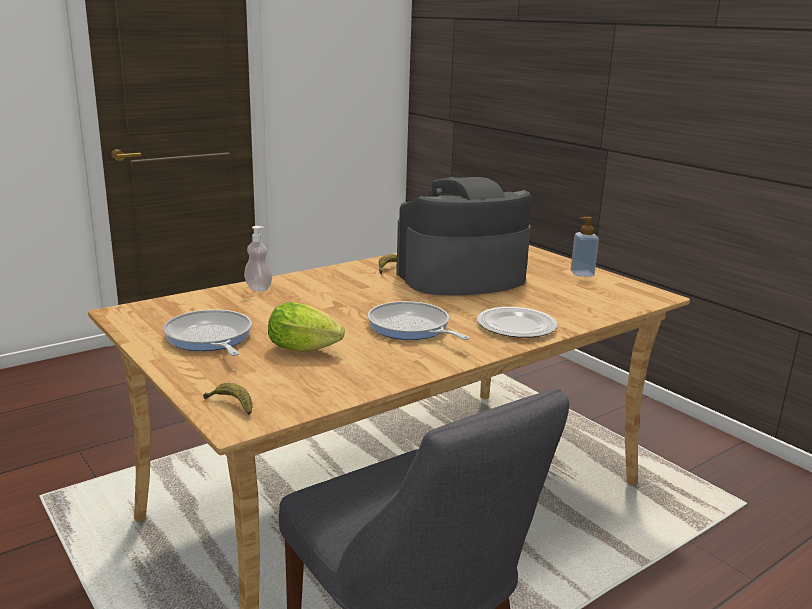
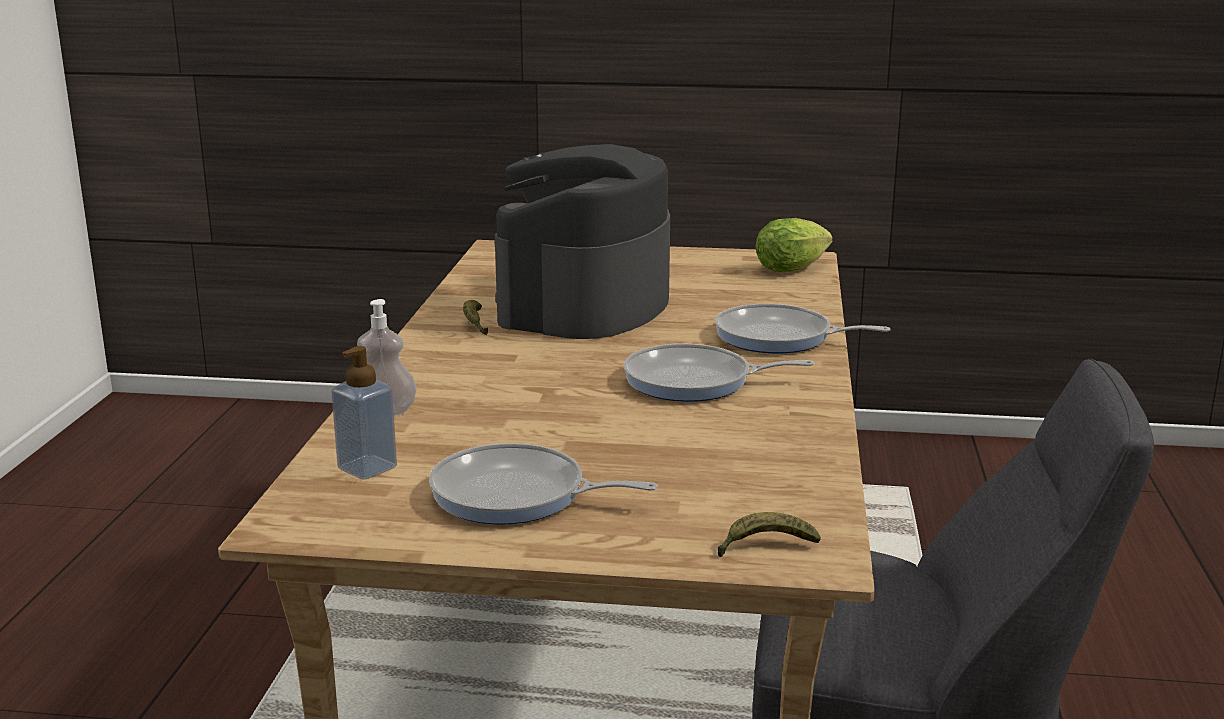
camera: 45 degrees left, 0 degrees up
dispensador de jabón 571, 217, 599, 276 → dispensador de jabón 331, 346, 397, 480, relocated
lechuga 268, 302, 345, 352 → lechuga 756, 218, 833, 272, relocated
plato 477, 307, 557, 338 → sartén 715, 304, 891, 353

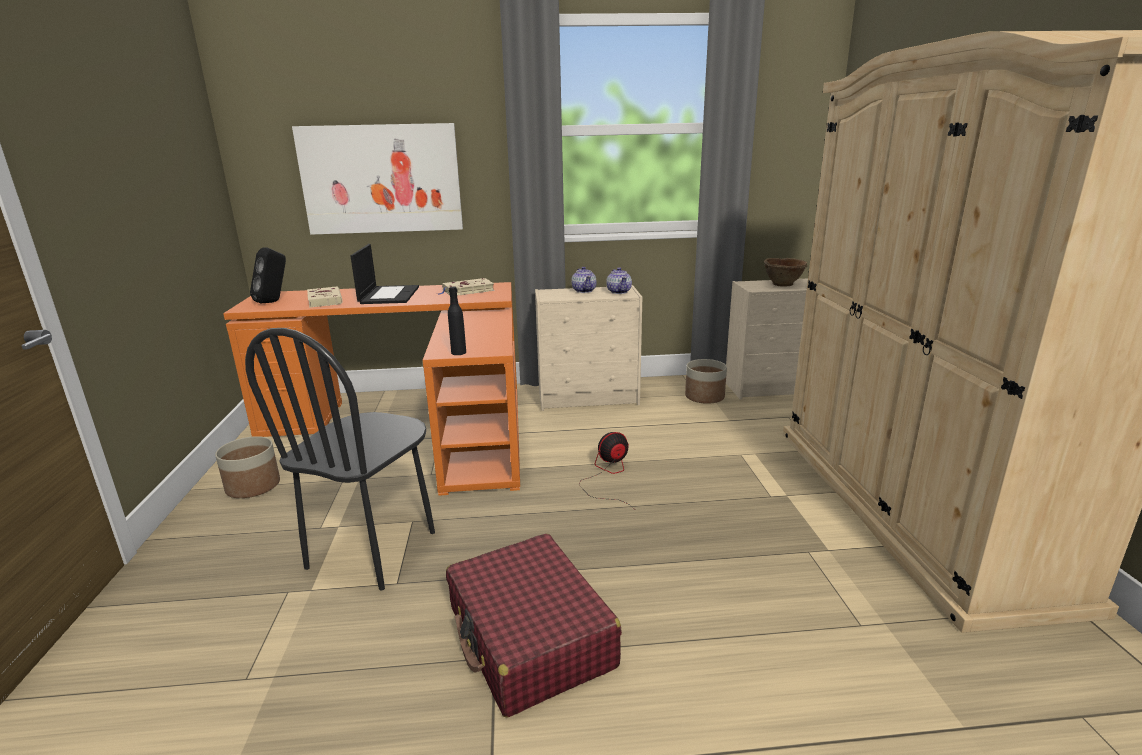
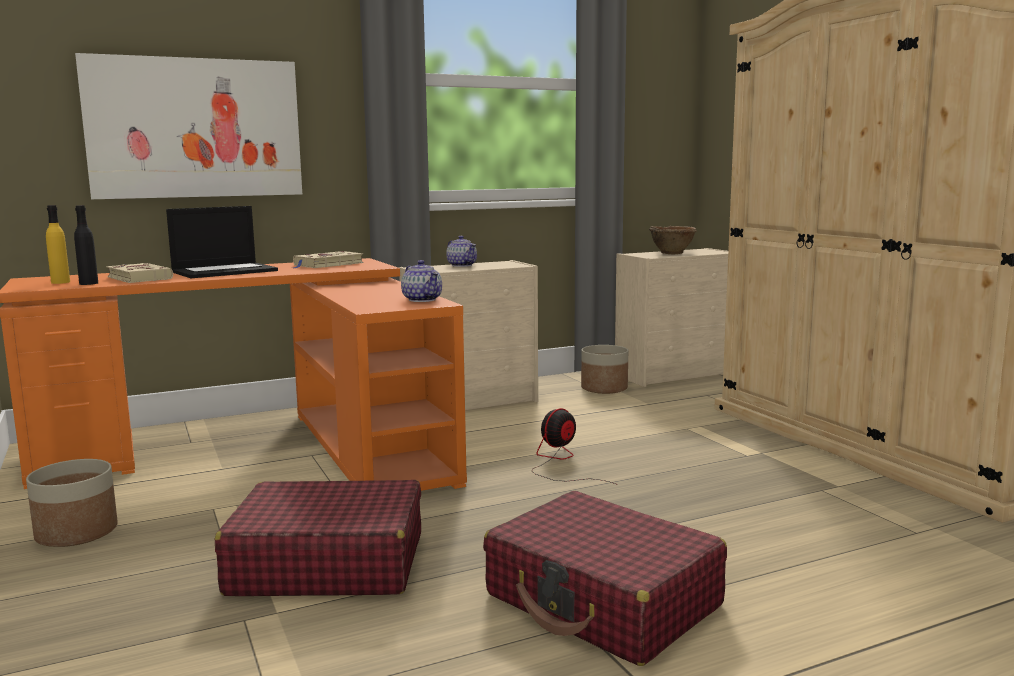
camera: 20 degrees left, 10 degrees down
portátil 351, 244, 419, 304 → portátil 166, 206, 278, 278, 75 degrees clockwise
altavoz/negro 250, 247, 286, 304 → botella/amarillo 46, 205, 70, 284
tetera 606, 267, 632, 294 → tetera 401, 260, 442, 302, relocated
botella/negro 448, 287, 466, 355 → botella/negro 74, 205, 98, 285, relocated
silla/negro 245, 328, 435, 590 → maleta/rojo 215, 480, 421, 596

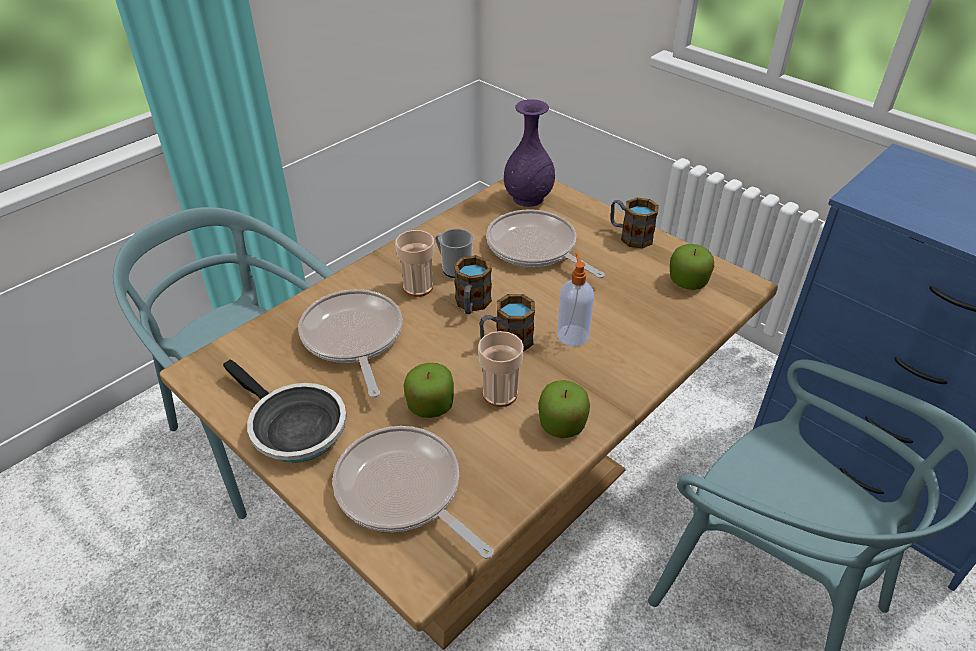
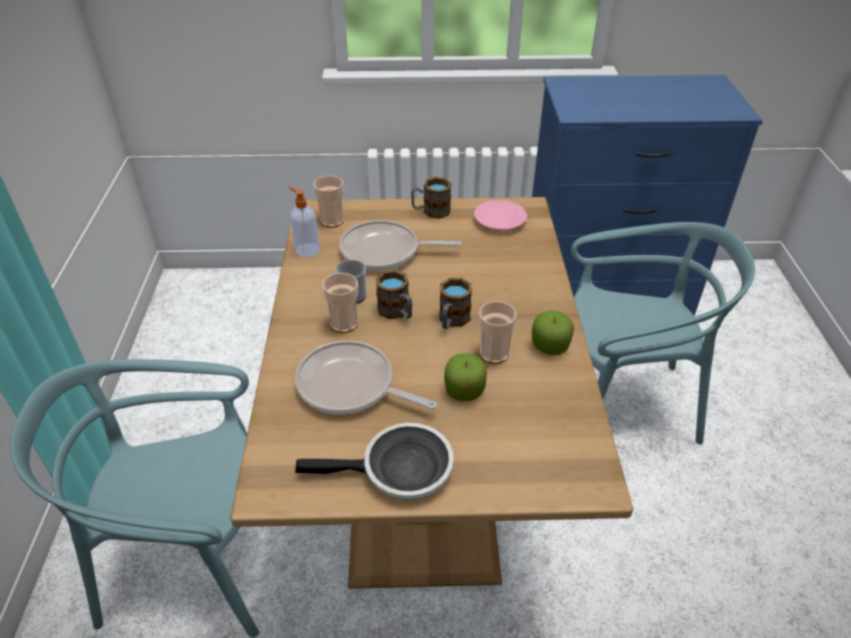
camera: 45 degrees left, 0 degrees up
florero/morado 504, 99, 555, 207 → taza 313, 176, 344, 228
manzana 670, 244, 714, 290 → plato/rosa 474, 200, 527, 230
dispensador de jabón 557, 252, 594, 346 → dispensador de jabón 289, 187, 320, 257, relocated
sartén 333, 426, 494, 559 → -

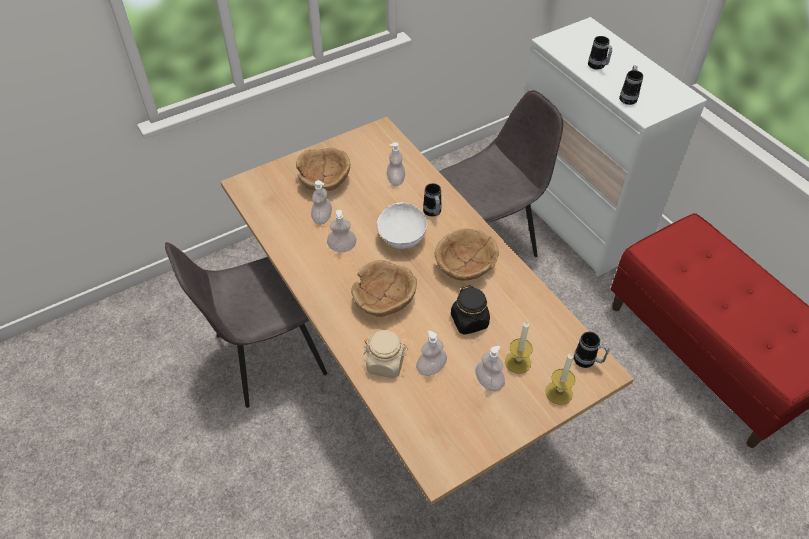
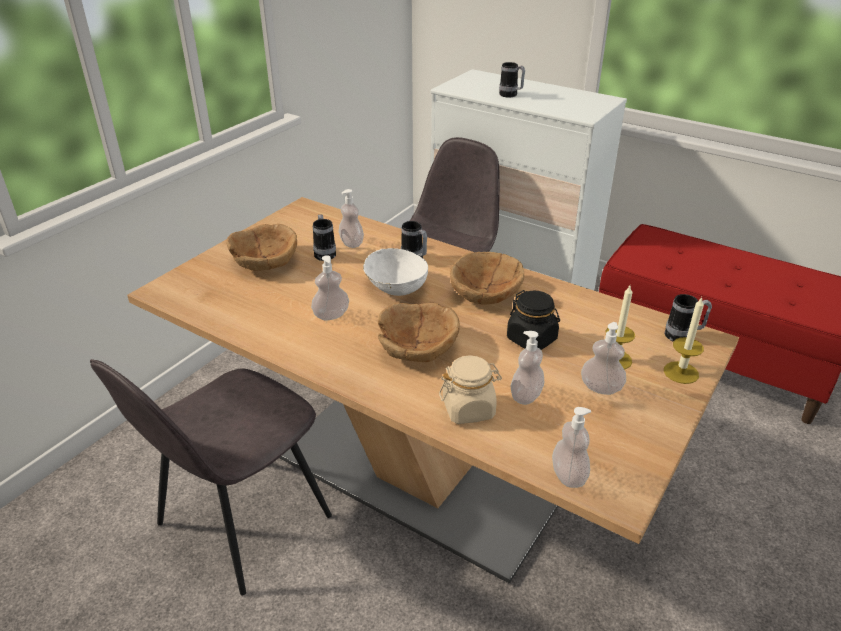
camera: 25 degrees left, 15 degrees down
taza grande 619, 65, 643, 105 → taza grande 313, 214, 336, 261, relocated
dispensador de jabón 311, 180, 332, 225 → dispensador de jabón 552, 407, 591, 488, relocated

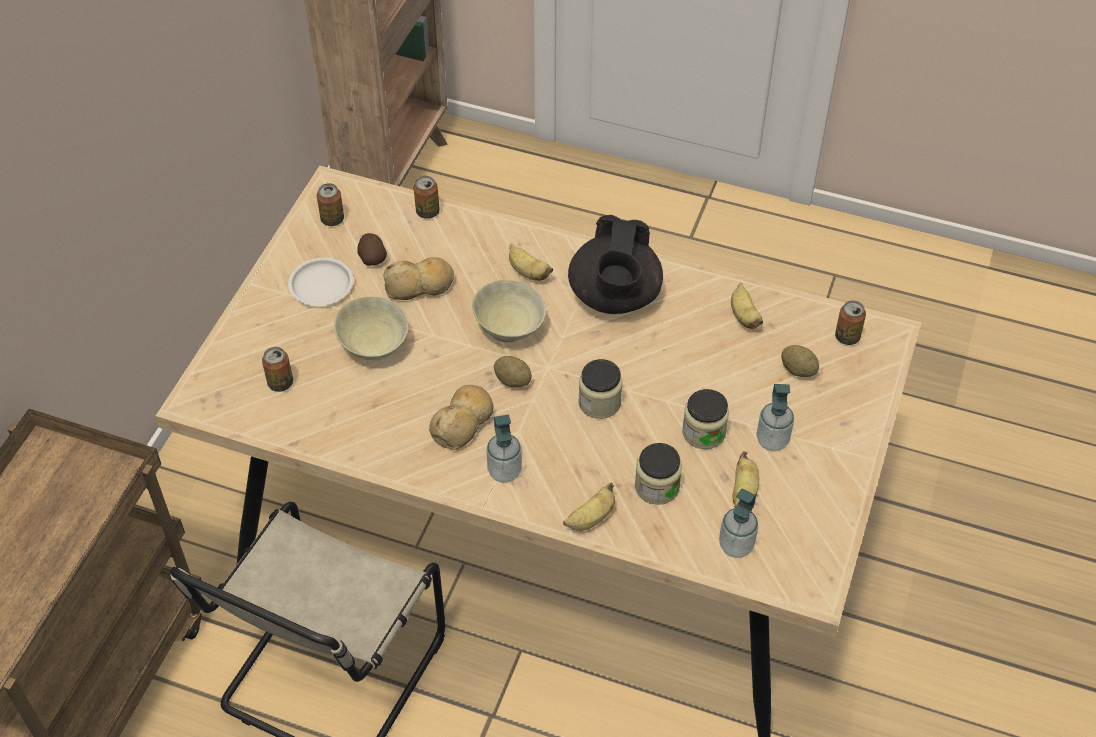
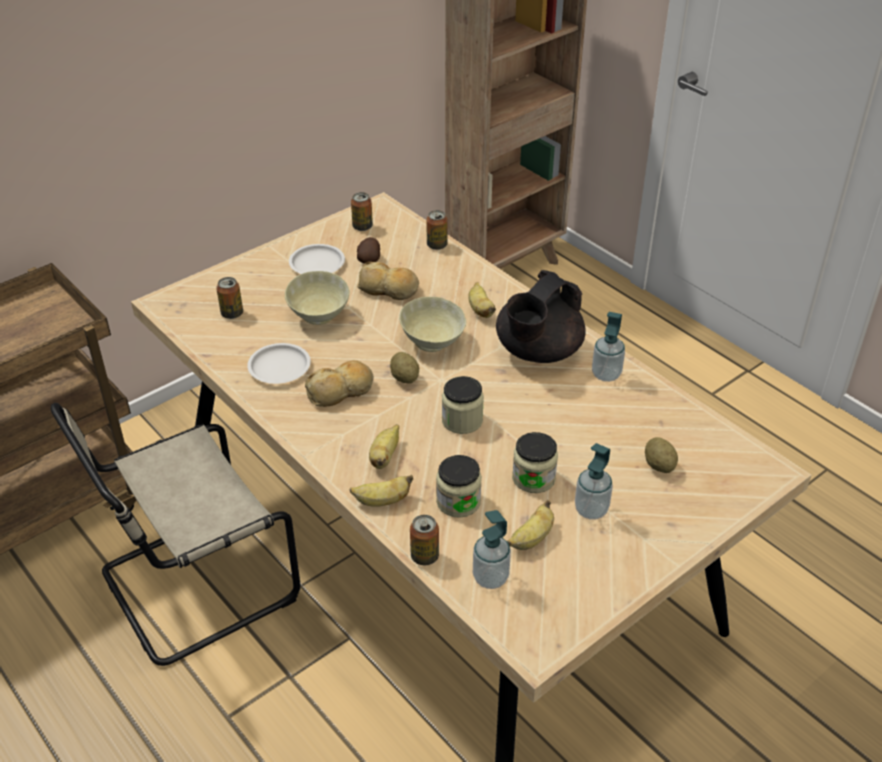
camera: 30 degrees right, 10 degrees down
plátano 731, 283, 763, 329 → plátano 369, 425, 399, 469, relocated
lata 835, 300, 866, 345 → lata 410, 515, 439, 565, relocated
dispensador de jabón 487, 415, 522, 483 → dispensador de jabón 592, 312, 625, 382, relocated
- → plato/blanco 247, 343, 311, 384

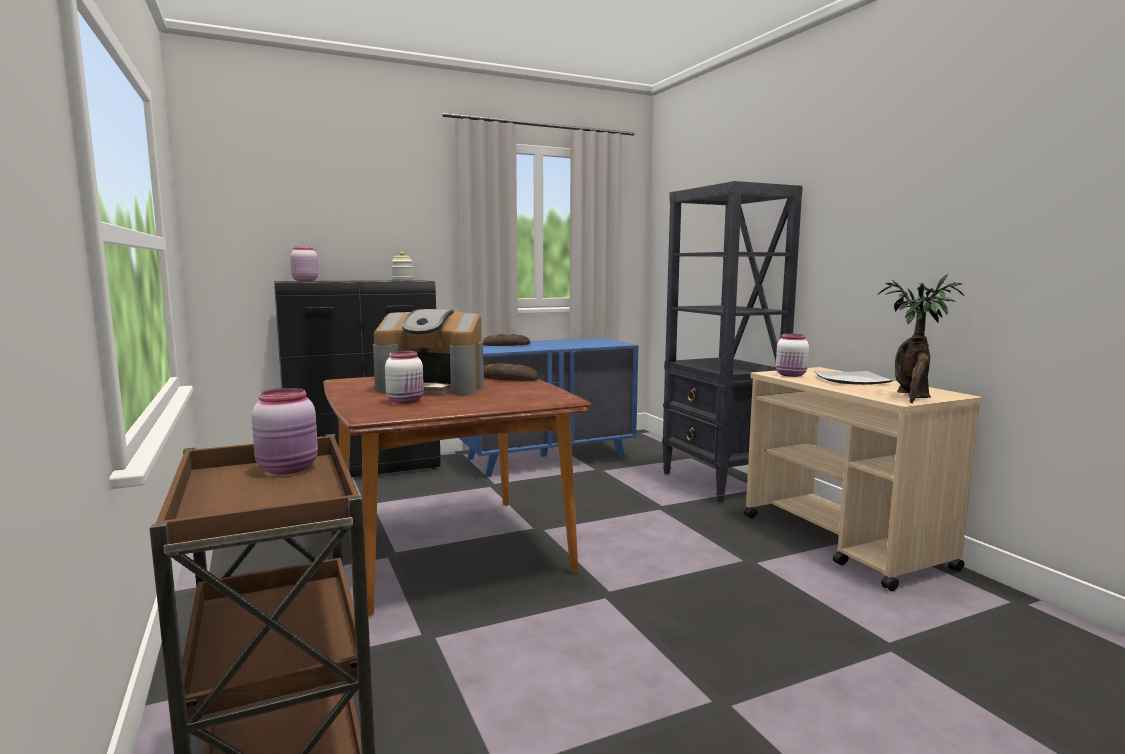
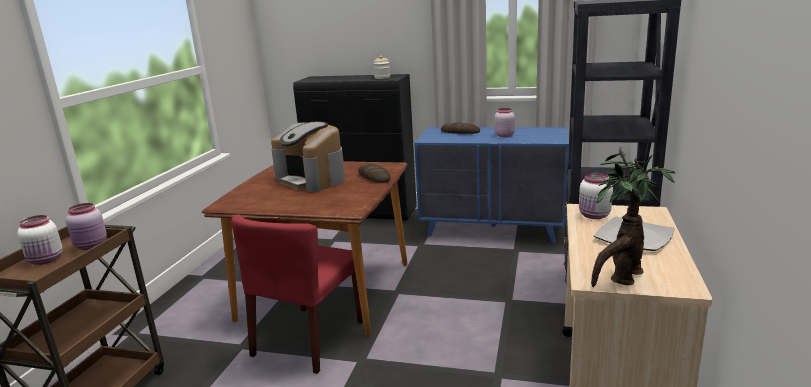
camera: 40 degrees right, 10 degrees up
tarro/rosa 290, 247, 318, 281 → tarro/rosa 495, 108, 515, 137, relocated
tarro/blanco 385, 351, 424, 404 → tarro/blanco 17, 215, 63, 265, relocated
- → silla/rojo 231, 214, 363, 374

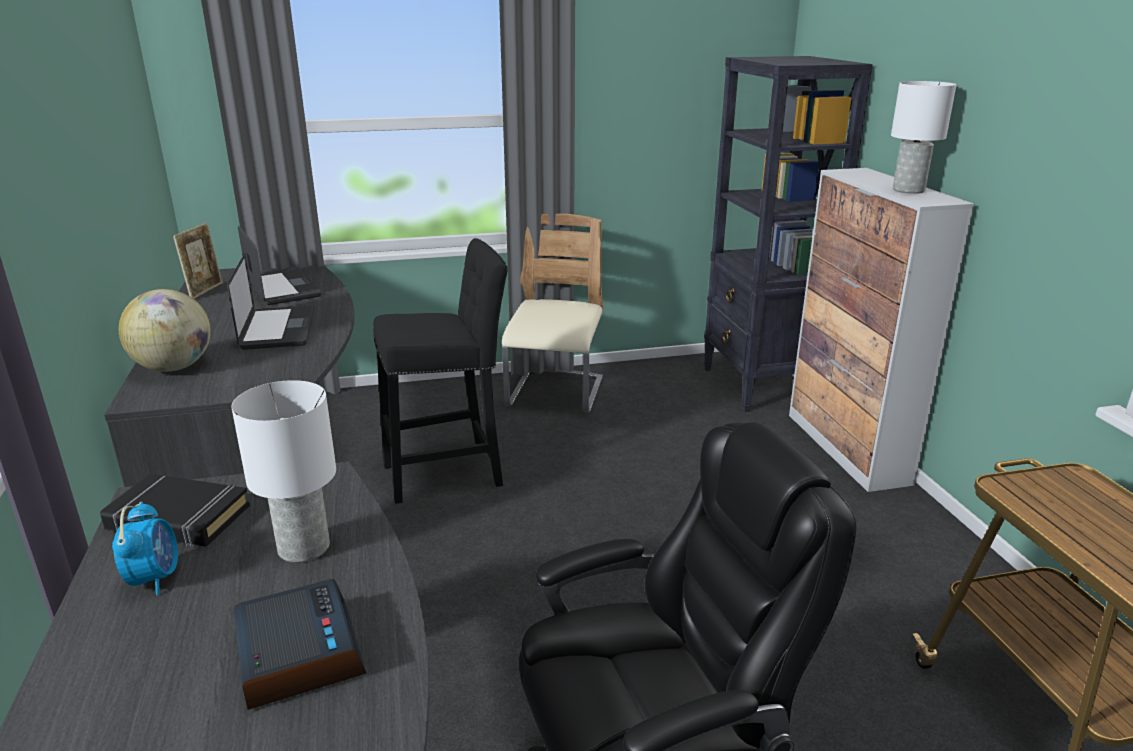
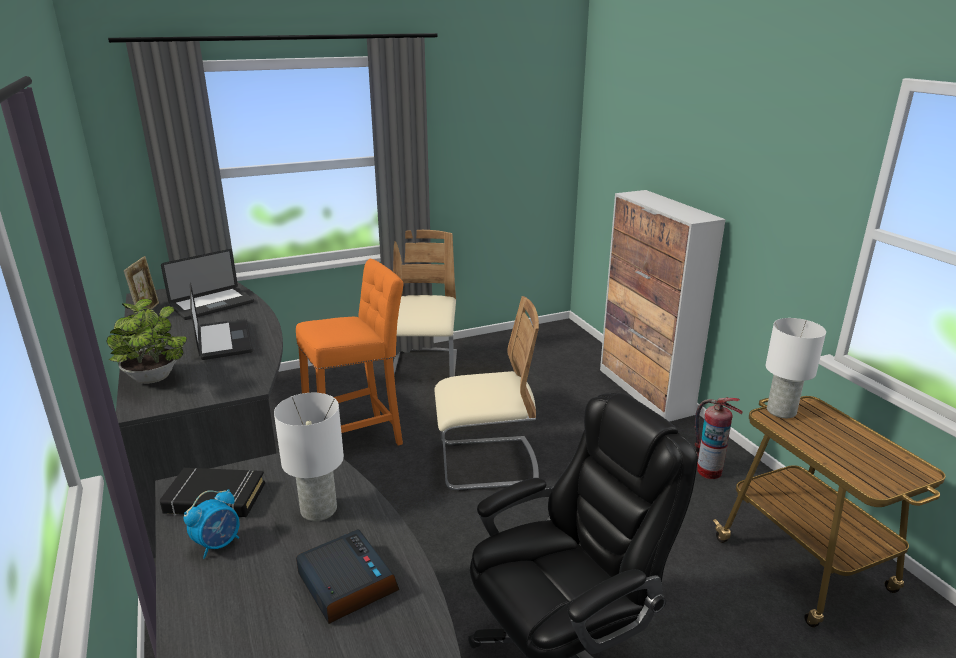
camera: 10 degrees left, 0 degrees up
estantería/negro 704, 56, 873, 412 → -
lámpara de mesa/blanco 891, 81, 957, 194 → lámpara de mesa/blanco 765, 318, 826, 418, relocated
portátil 238, 226, 321, 305 → portátil 161, 249, 254, 320, 90 degrees clockwise
taburete/negro 373, 238, 508, 504 → taburete/naranja 296, 259, 403, 446
globo terráqueo 119, 289, 211, 372 → planta en maceta 106, 299, 187, 384
despertador 112, 501, 178, 595 → despertador 184, 489, 239, 559, 60 degrees clockwise
- → silla/beis 434, 296, 539, 491
- → extintor 695, 397, 743, 479

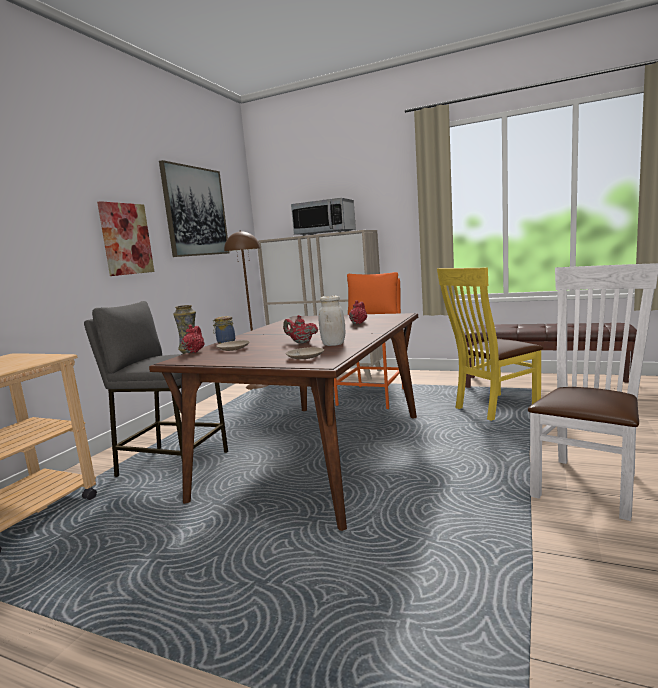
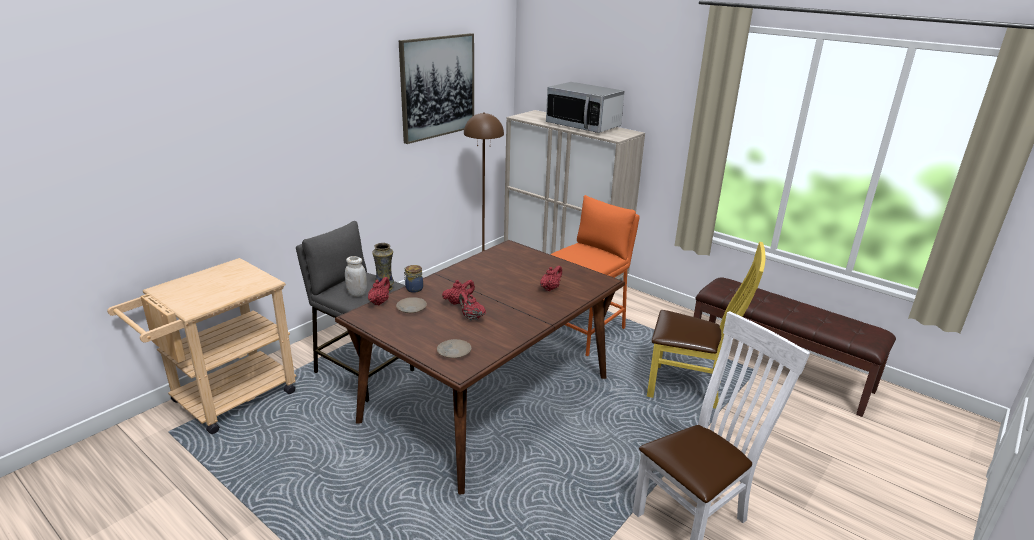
camera: 15 degrees right, 15 degrees up
cuadro 97, 201, 154, 276 → -
silla/amarillo 437, 268, 543, 421 → silla/amarillo 647, 242, 765, 409, 150 degrees counterclockwise
tarro/blanco 318, 296, 345, 346 → tarro/blanco 345, 256, 367, 297, relocated
- → tetera/rojo 442, 280, 475, 305

